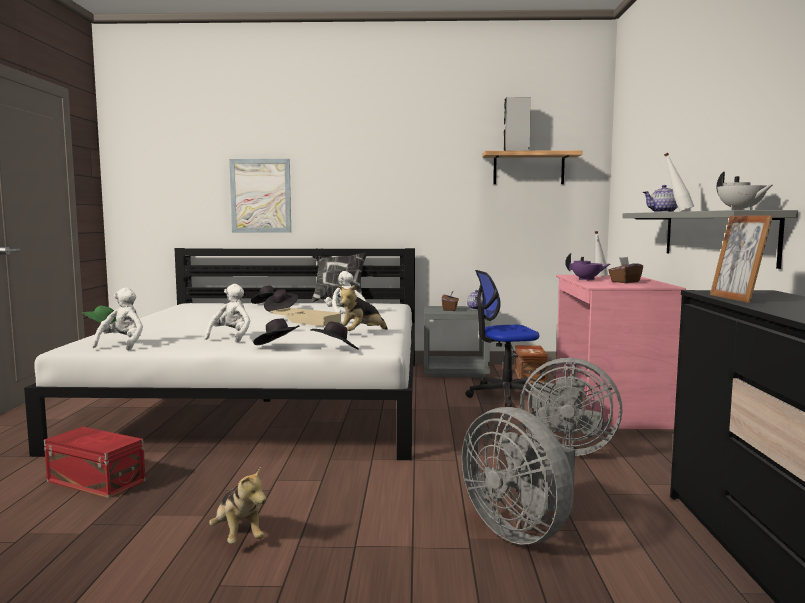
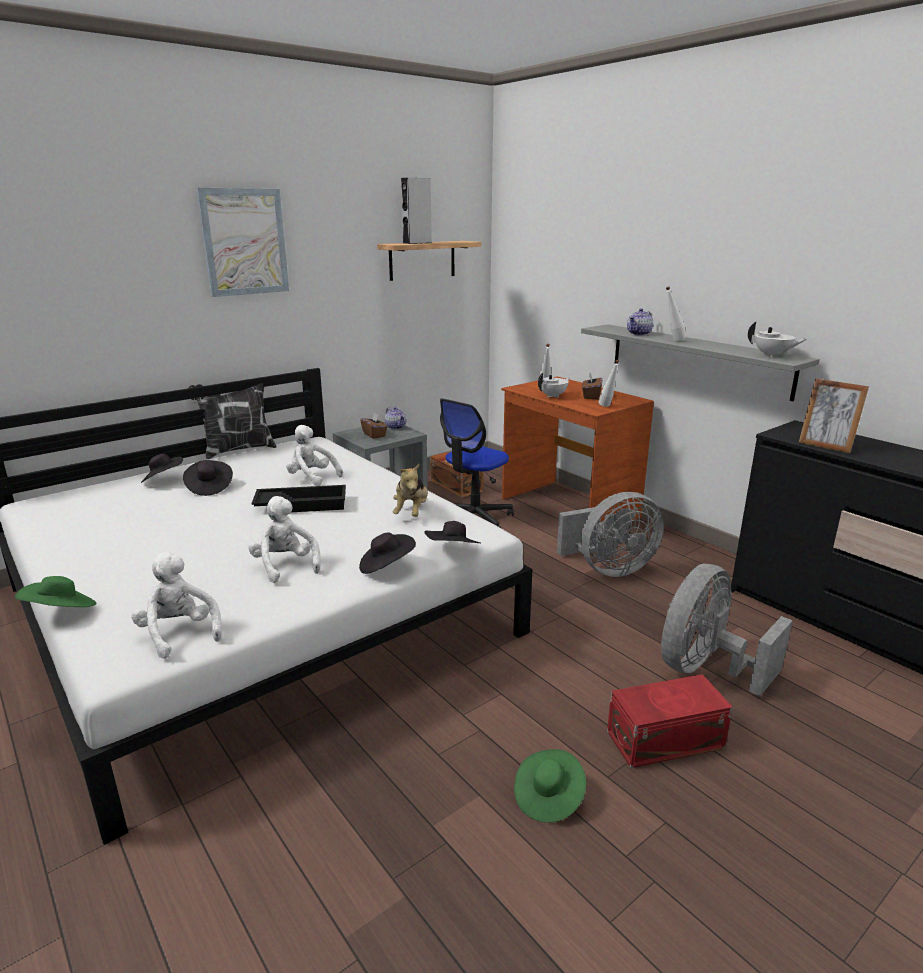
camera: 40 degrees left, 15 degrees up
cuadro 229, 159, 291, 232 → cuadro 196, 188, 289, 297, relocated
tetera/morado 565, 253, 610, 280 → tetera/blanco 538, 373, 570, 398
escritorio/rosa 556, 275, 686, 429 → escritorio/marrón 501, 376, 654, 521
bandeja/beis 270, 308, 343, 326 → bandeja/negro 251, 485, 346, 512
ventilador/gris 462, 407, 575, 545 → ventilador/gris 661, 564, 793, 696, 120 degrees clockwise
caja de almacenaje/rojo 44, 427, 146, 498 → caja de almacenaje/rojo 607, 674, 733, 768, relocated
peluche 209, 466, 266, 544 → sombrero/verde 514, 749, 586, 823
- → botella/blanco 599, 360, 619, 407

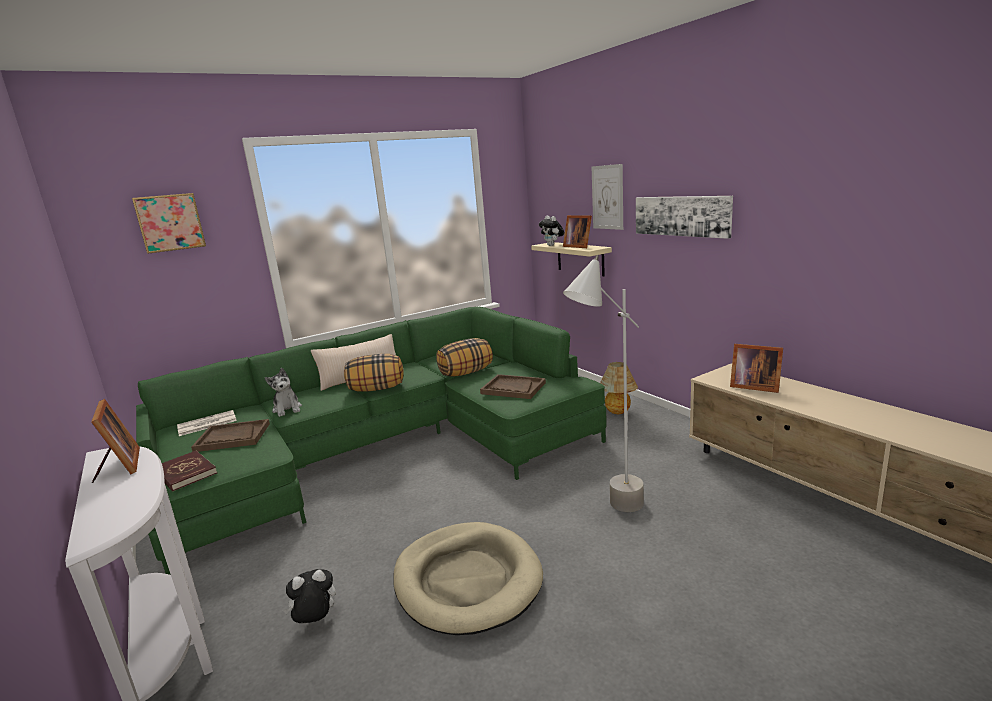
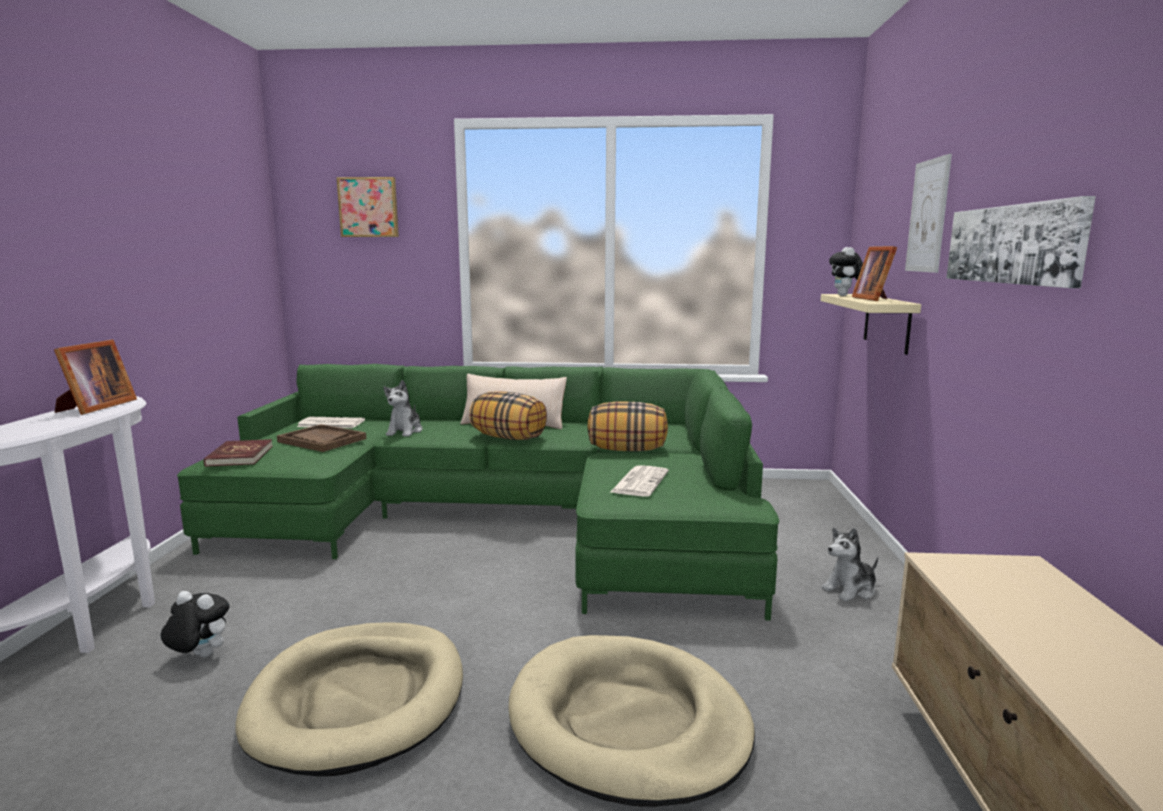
camera: 35 degrees right, 5 degrees down
lámpara de pie/gris 563, 255, 644, 512 → cama para perro/beis 508, 635, 755, 807
portarretratos 730, 344, 783, 393 → -
lámpara de mesa 600, 362, 638, 414 → peluche 822, 527, 878, 601
bandeja/marrón 480, 374, 546, 399 → periódico 611, 465, 669, 497

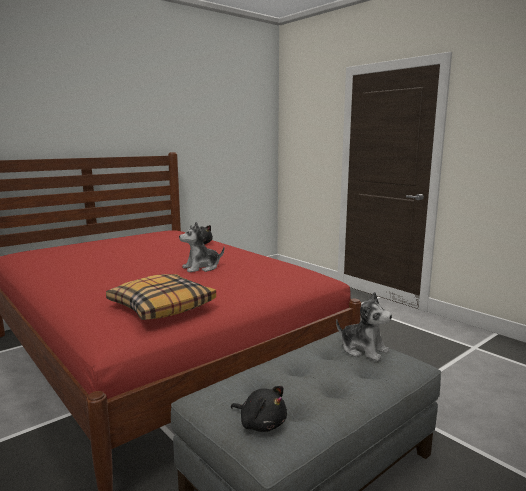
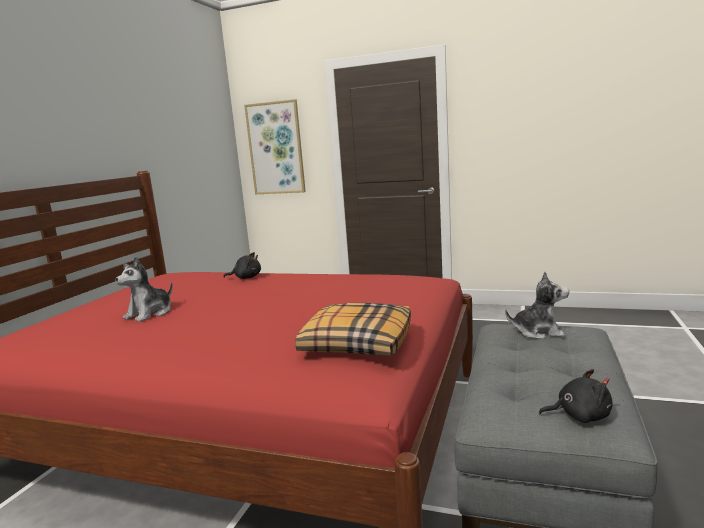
camera: 30 degrees left, 0 degrees up
peluche 179, 222, 224, 272 → peluche 115, 256, 173, 322, relocated
- → cuadro 244, 99, 306, 194

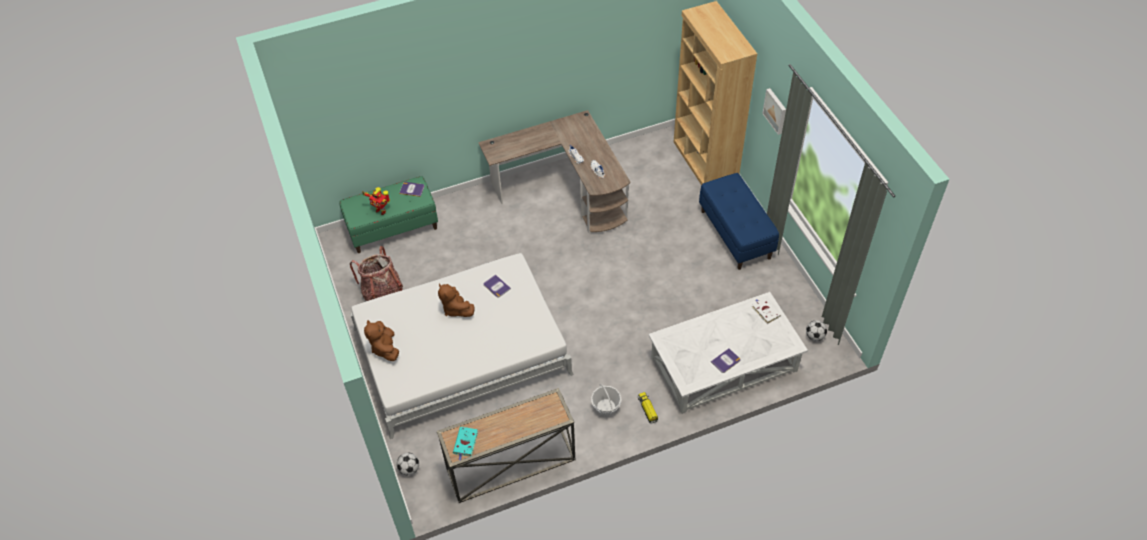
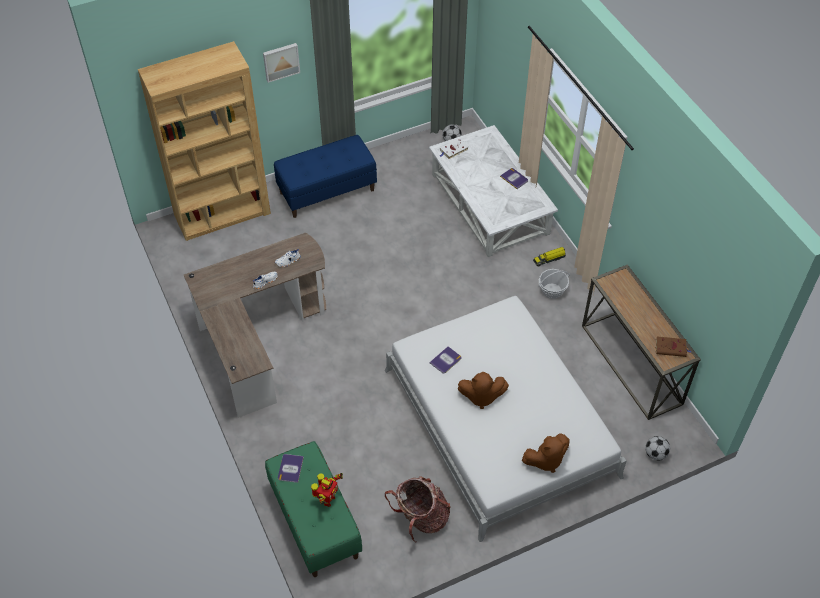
camera: 95 degrees left, 0 degrees up
peluche/marrón 438, 284, 475, 317 → peluche/marrón 458, 372, 509, 409, 45 degrees clockwise
libro/turquesa 453, 427, 478, 460 → libro/marrón 656, 336, 692, 357

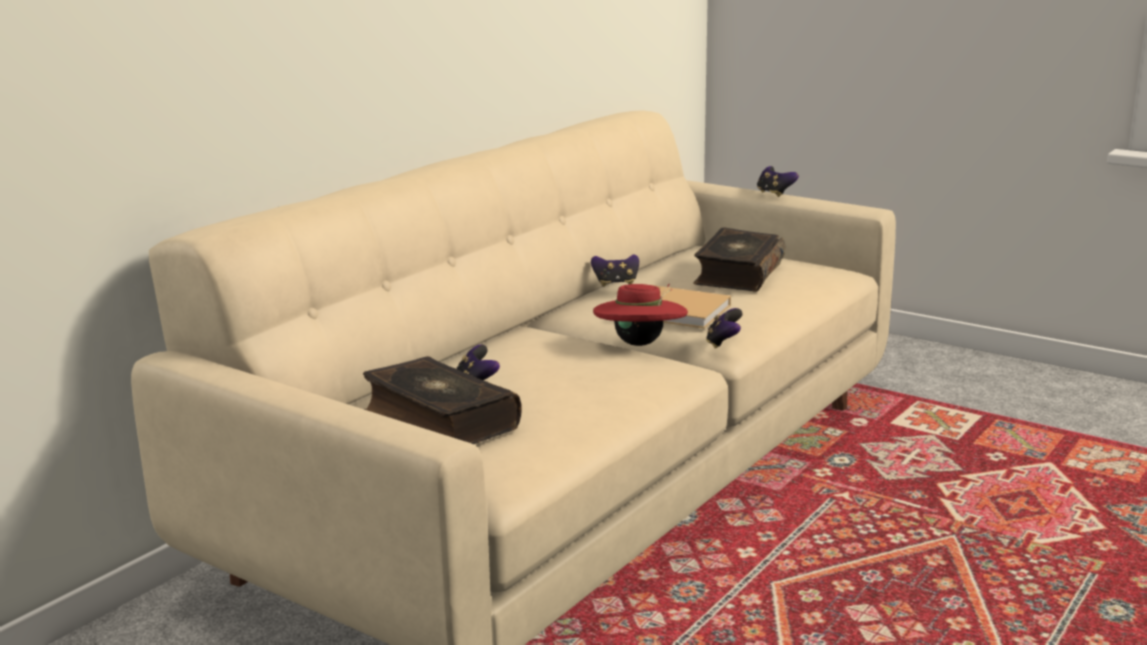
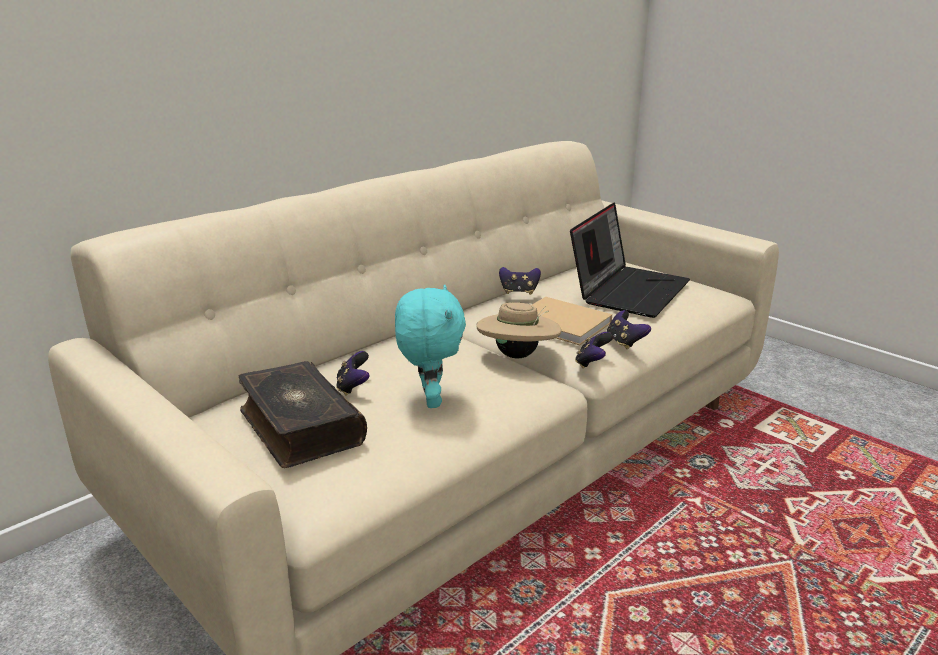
camera: 10 degrees right, 5 degrees up
mando de consola 757, 166, 799, 197 → mando de consola 607, 310, 651, 349, relocated
libro 693, 228, 785, 291 → portátil 570, 202, 690, 318
sombrero/rojo 593, 284, 688, 346 → sombrero/beis 476, 302, 561, 358
- → peluche/turquesa 395, 284, 466, 408

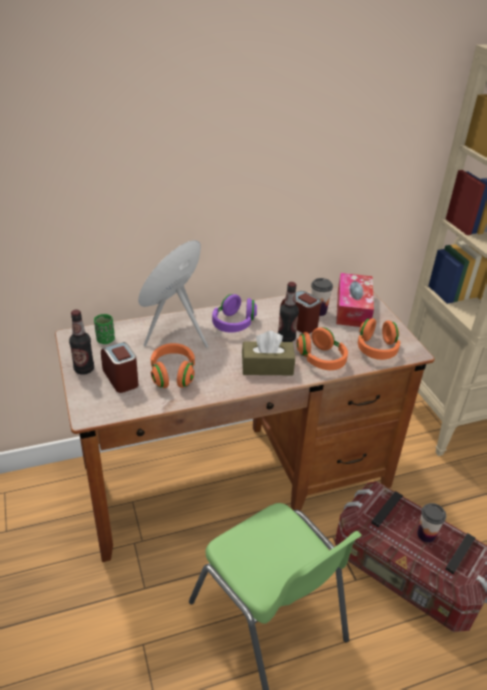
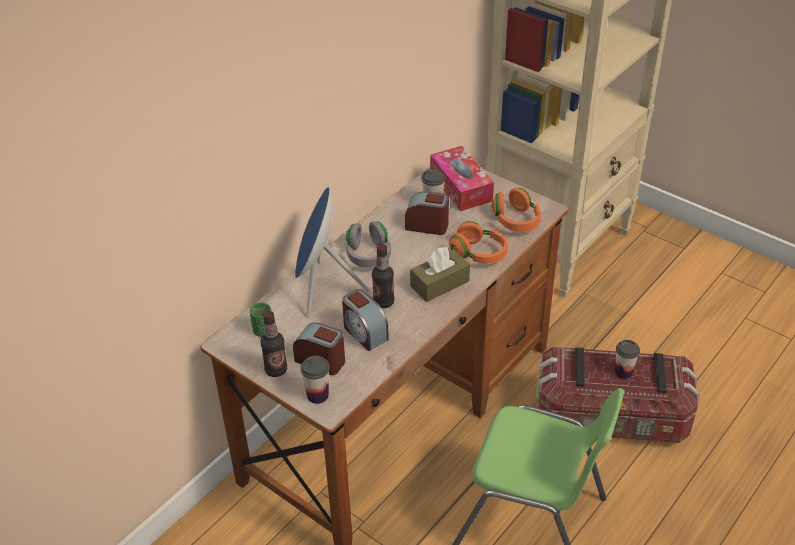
camera: 30 degrees left, 5 degrees up
botella 278, 282, 299, 342 → botella 372, 244, 394, 308, relocated
auriculares/morado 212, 294, 257, 333 → auriculares/gris 346, 221, 391, 268
auriculares/naranja 151, 343, 195, 388 → despertador 342, 289, 389, 351
- → taza 300, 356, 330, 404

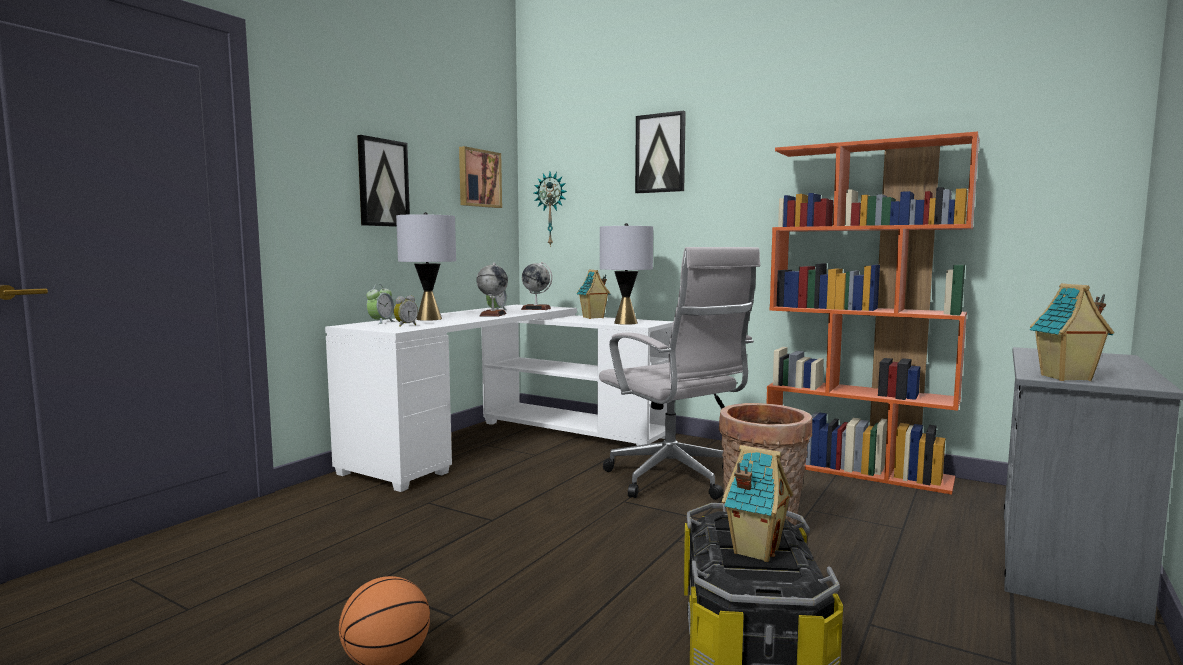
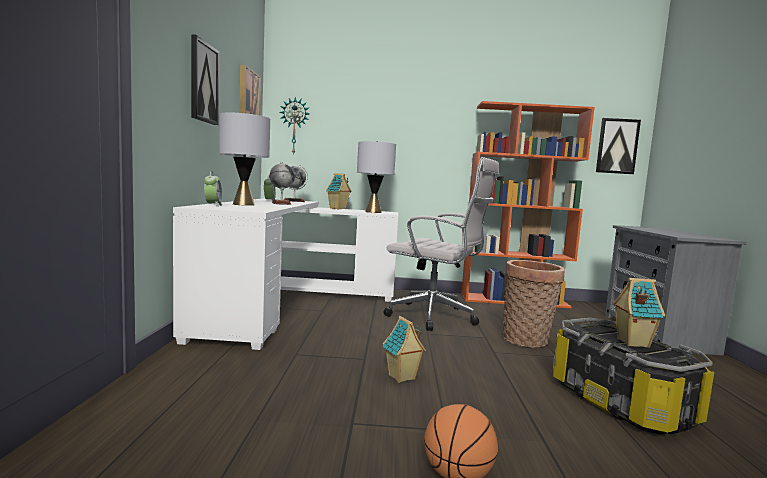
camera: 30 degrees left, 0 degrees up
cuadro 635, 111, 686, 193 → cuadro 596, 118, 641, 174, relocated
casita 1029, 283, 1114, 381 → casita 382, 316, 426, 383, relocated
despertador 394, 295, 418, 327 → -

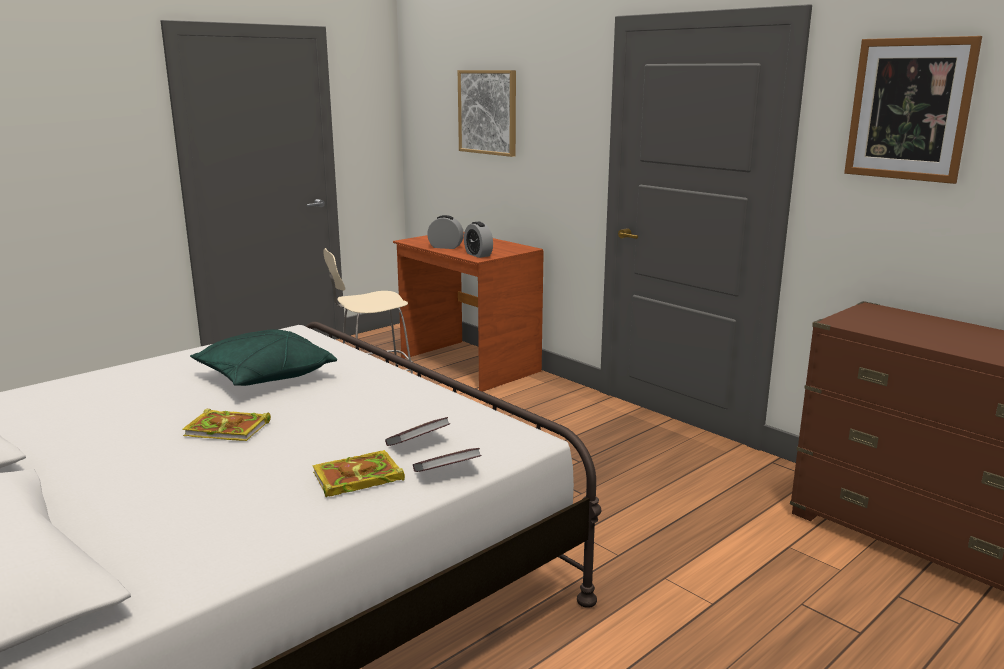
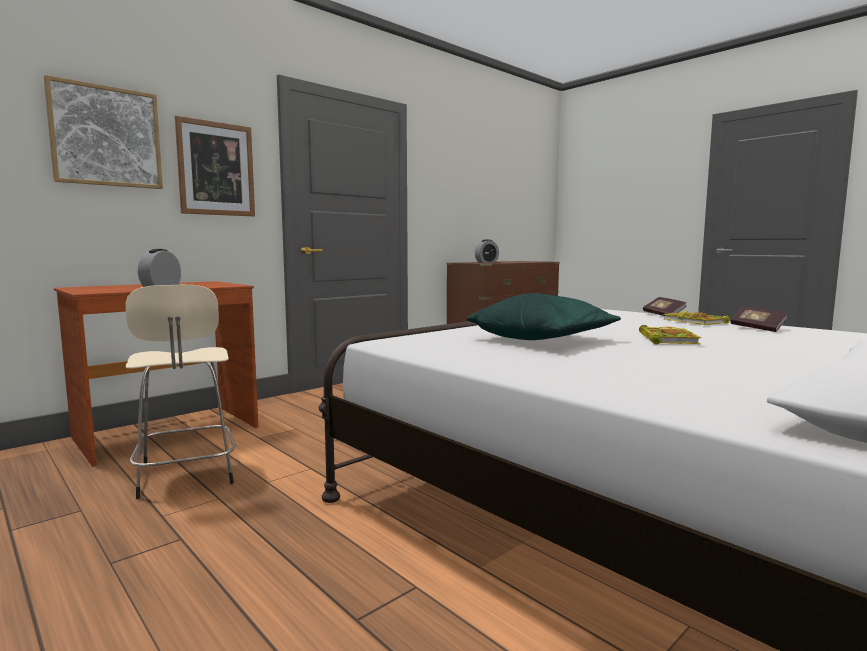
camera: 90 degrees left, 10 degrees down
cuadro 844, 36, 982, 184 → cuadro 175, 116, 255, 216, relocated
despertador 464, 222, 493, 258 → despertador 475, 239, 499, 263, relocated
libro 385, 417, 450, 446 → libro 730, 306, 788, 332, relocated

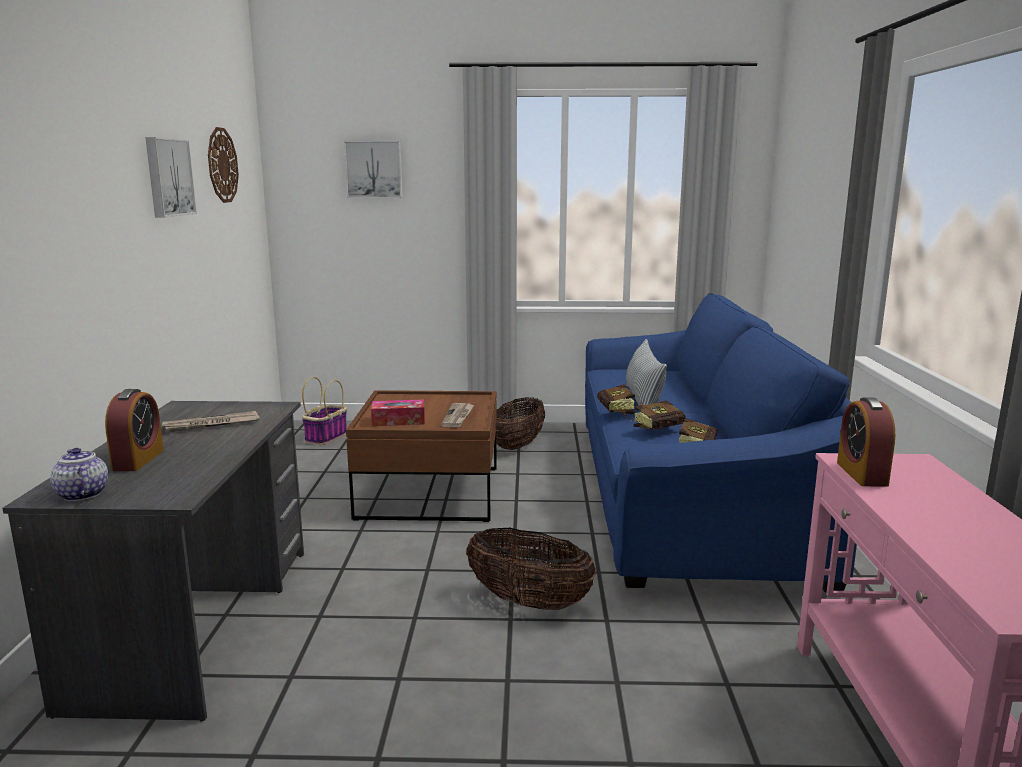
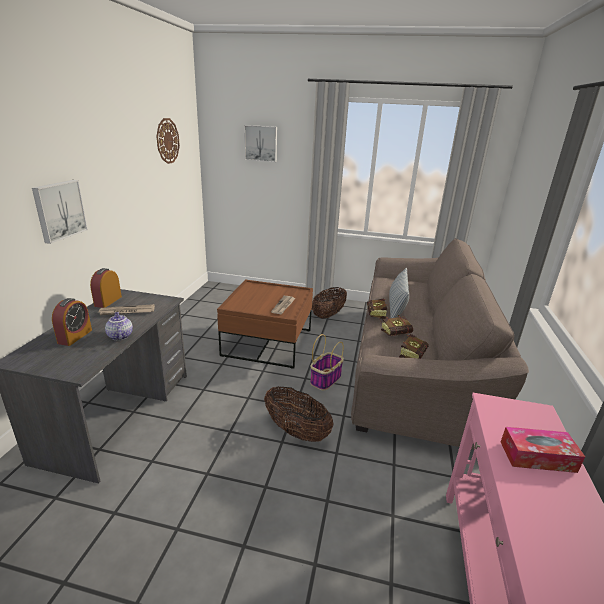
camera: 10 degrees right, 10 degrees up
cuadro 145, 137, 197, 218 → cuadro 32, 180, 88, 244, relocated
sofá/azul 585, 293, 857, 592 → sofá/marrón 351, 238, 529, 450
cesta 302, 377, 347, 445 → cesta 310, 334, 344, 390, relocated
despertador 837, 398, 895, 487 → despertador 90, 268, 122, 308, relocated
caja de pañuelos 371, 399, 425, 426 → caja de pañuelos 501, 427, 585, 473, relocated
tetera 50, 448, 108, 501 → tetera 105, 312, 133, 340, relocated

